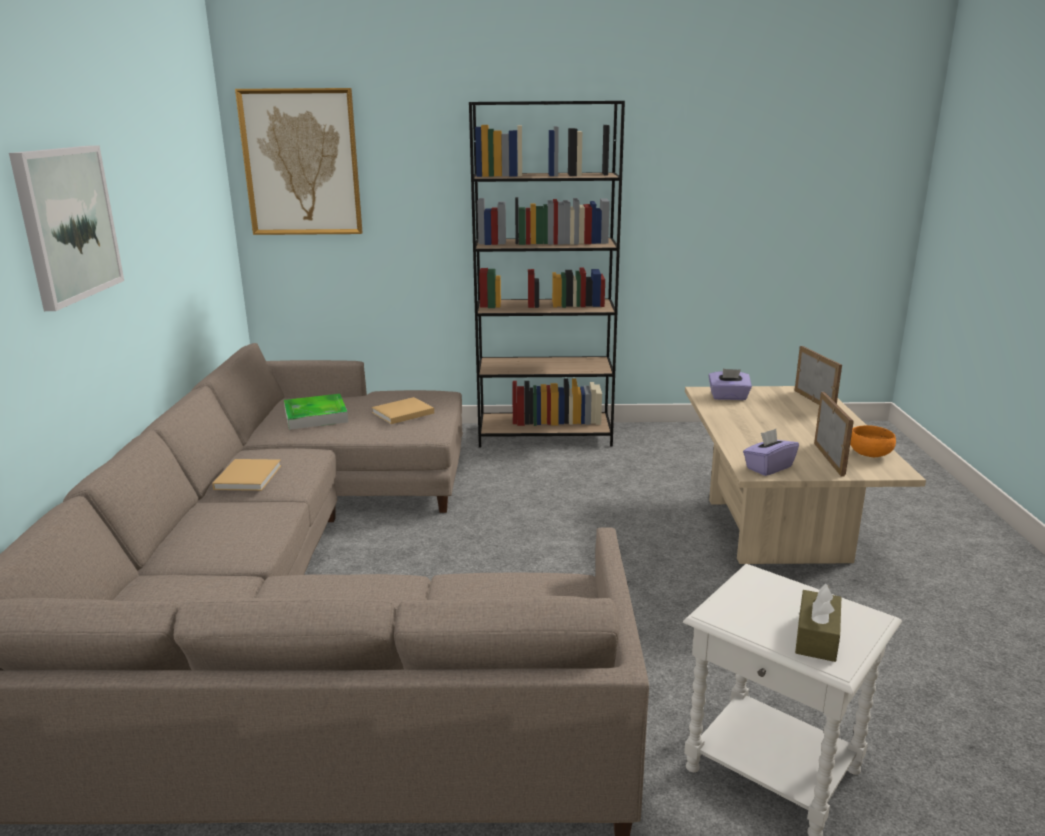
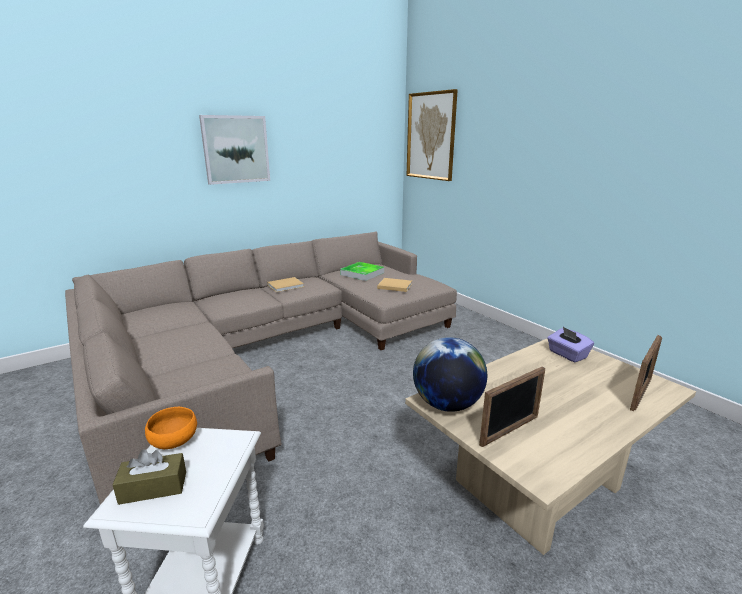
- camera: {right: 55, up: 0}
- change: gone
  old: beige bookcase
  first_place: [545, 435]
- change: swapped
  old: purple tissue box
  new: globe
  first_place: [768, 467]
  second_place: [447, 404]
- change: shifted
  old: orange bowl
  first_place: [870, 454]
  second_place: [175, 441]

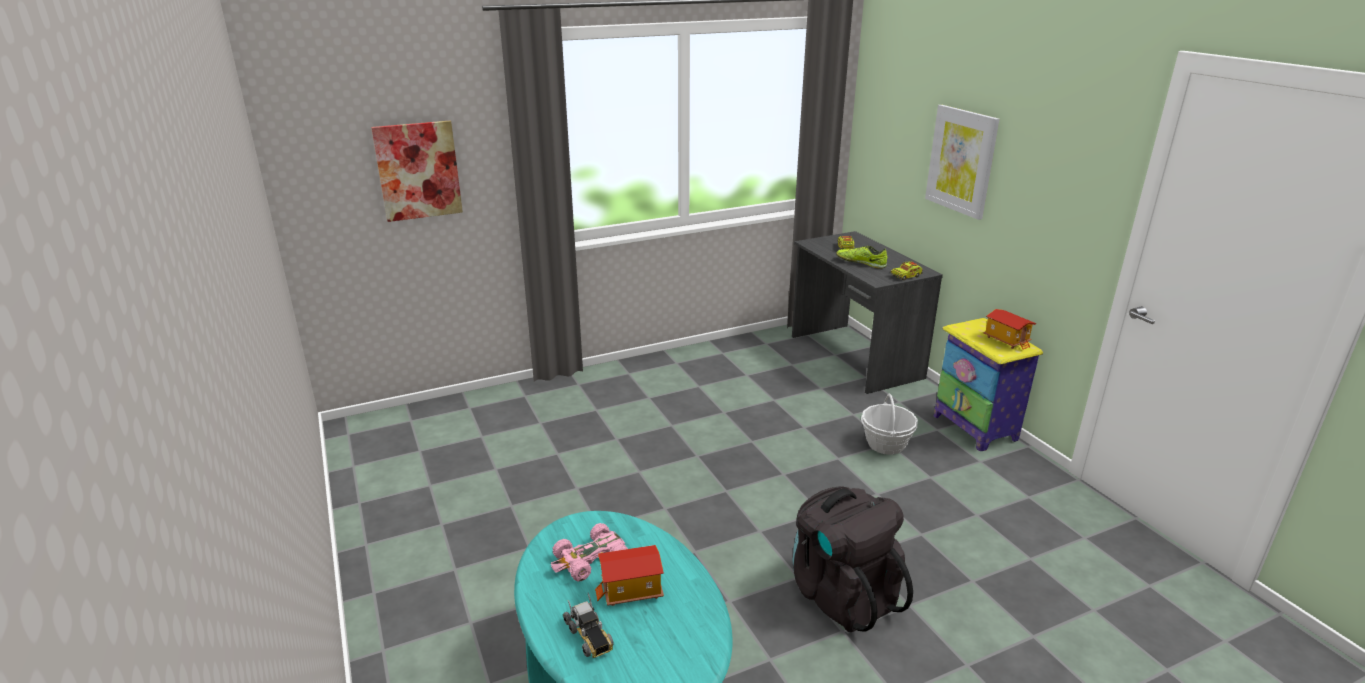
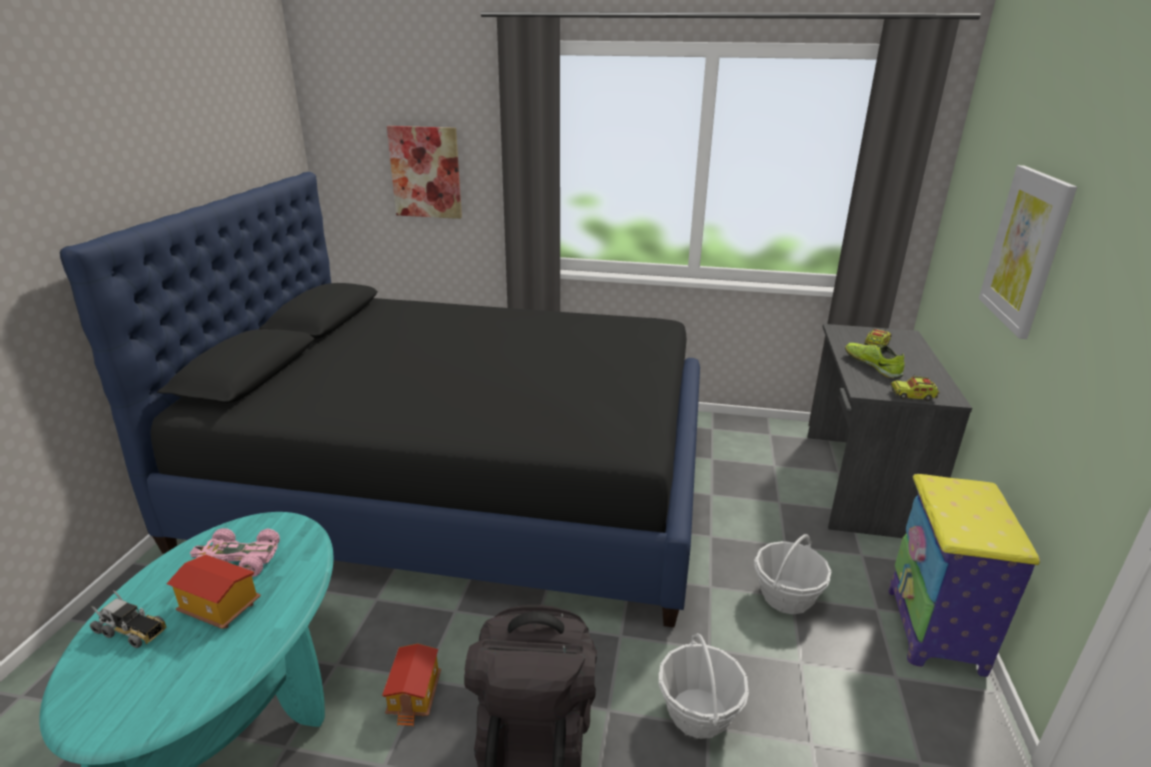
- camera: {right: 35, up: 0}
- change: rotated
  old: toy truck
  first_place: [589, 636]
  second_place: [132, 631]
  degrees: -75
- change: shifted
  old: toy house
  first_place: [1007, 340]
  second_place: [415, 696]
- change: new
  new: black bed
  second_place: [462, 480]
- change: new
  new: basket
  second_place: [698, 713]

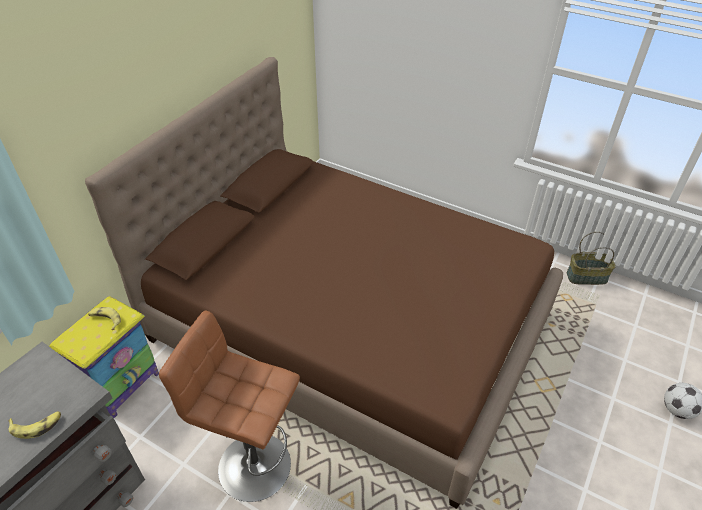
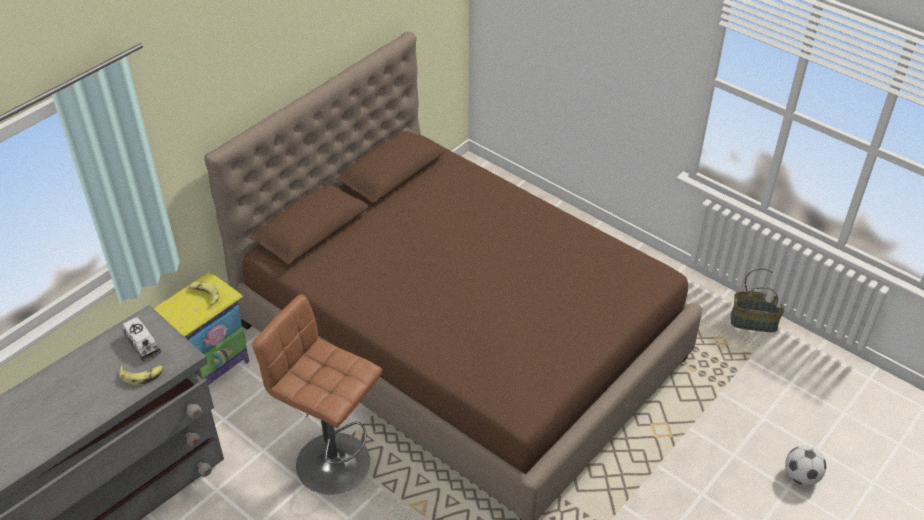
- camera: {right: 10, up: 0}
- change: new
  new: toy truck
  second_place: [143, 345]

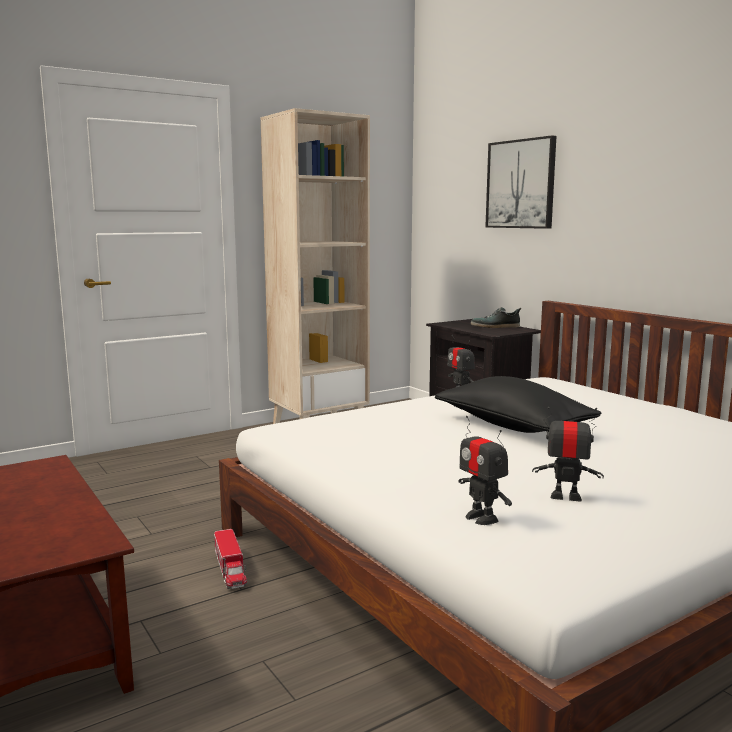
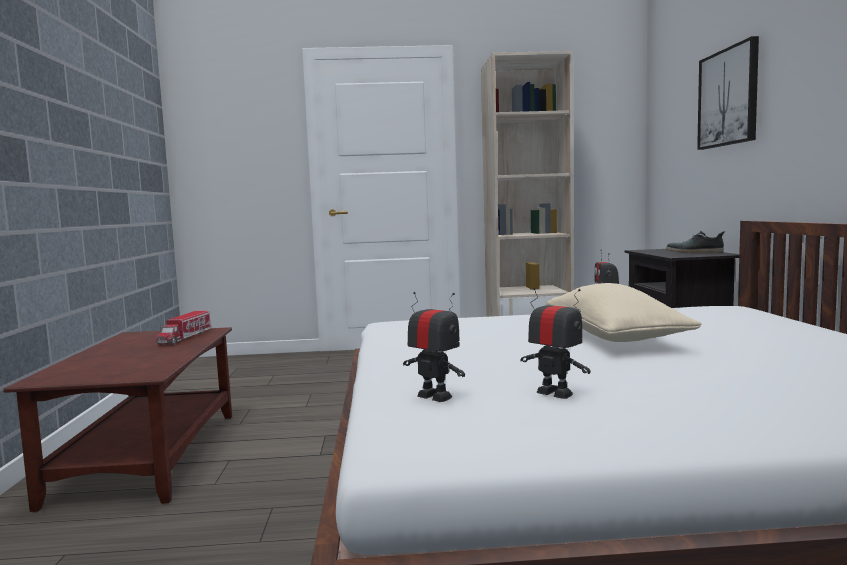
- camera: {right: 30, up: -5}
- change: shifted
  old: toy truck
  first_place: [230, 569]
  second_place: [185, 337]
- change: repainted
  old: black pillow
  new: beige pillow
  first_place: [513, 426]
  second_place: [614, 337]
- change: rotated
  old: toy robot
  first_place: [481, 518]
  second_place: [435, 397]
  degrees: 135

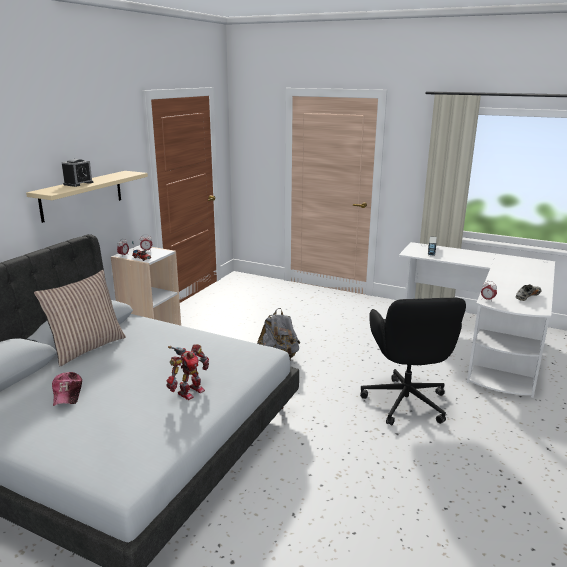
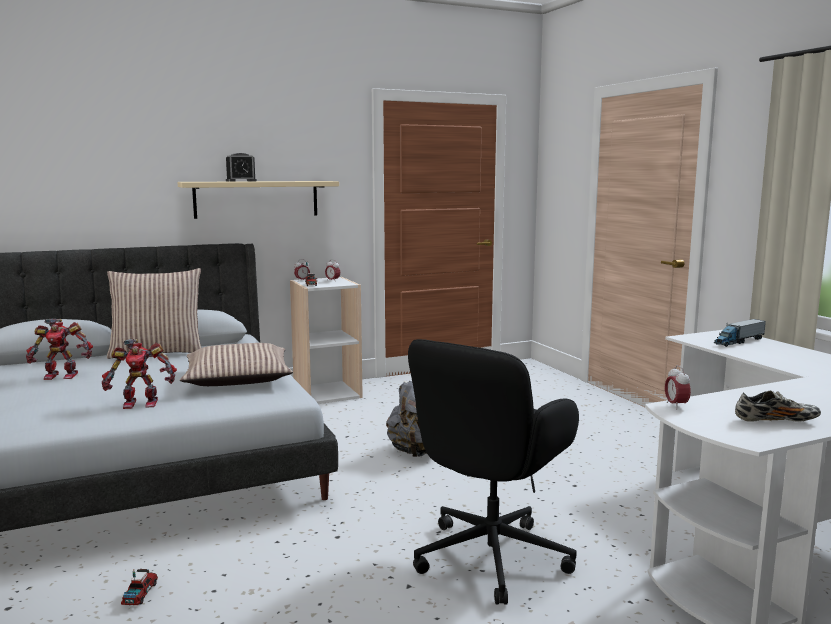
- camera: {right: 40, up: -10}
- change: swapped
  old: cap
  new: toy robot
  first_place: [67, 394]
  second_place: [62, 375]
- change: new
  new: toy truck
  second_place: [140, 594]
- change: new
  new: pillow
  second_place: [237, 379]

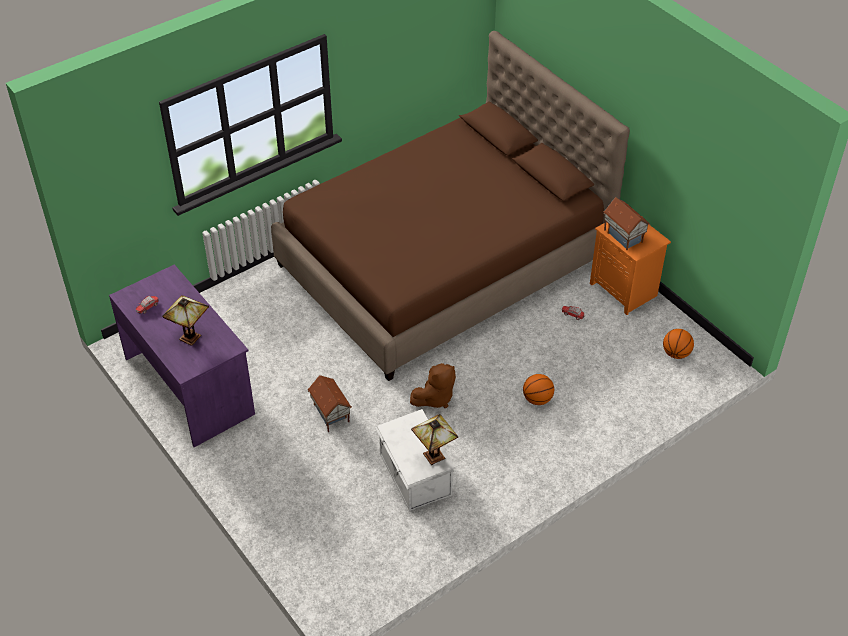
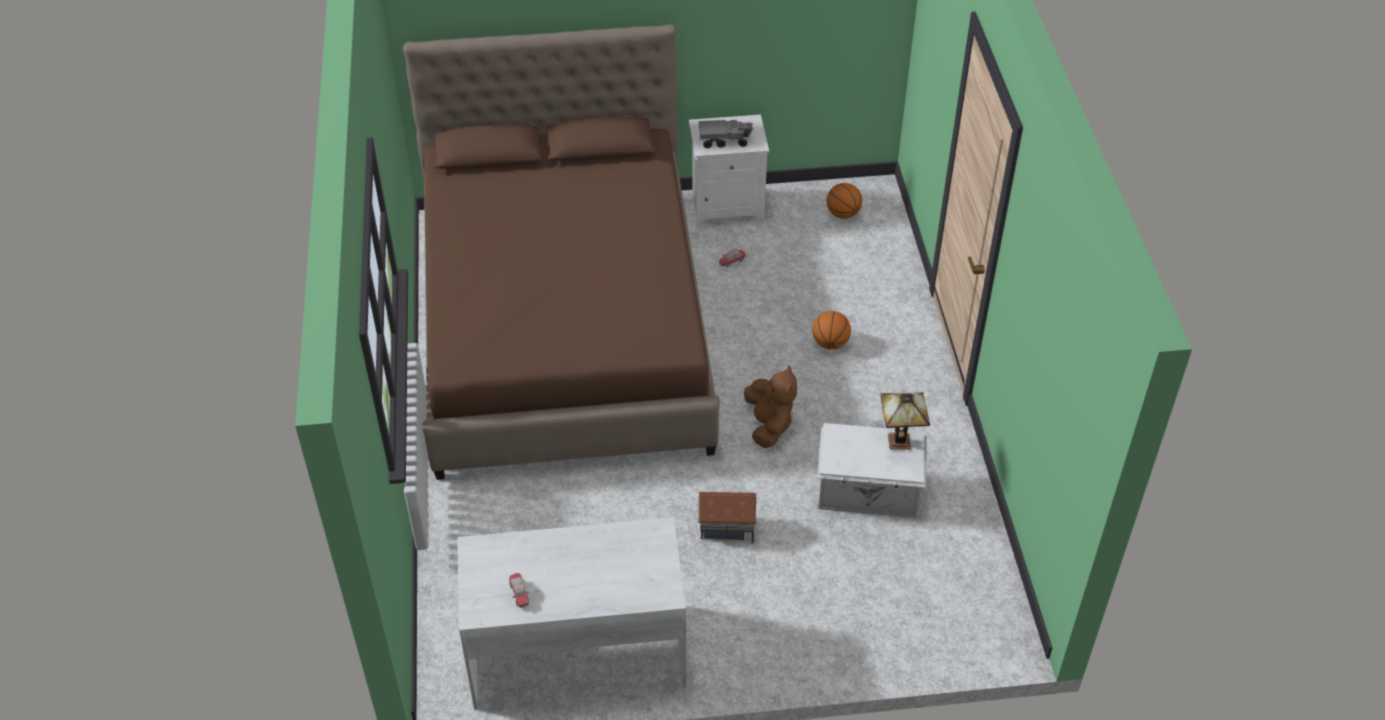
- camera: {right: -60, up: 0}
- change: repainted
  old: purple desk
  new: white desk
  first_place: [190, 385]
  second_place: [577, 653]
- change: gone
  old: table lamp
  first_place: [190, 336]
- change: repainted
  old: orange nightstand
  new: white nightstand
  first_place: [625, 290]
  second_place: [728, 207]
- change: swapped
  old: toy house
  new: toy truck
  first_place: [624, 235]
  second_place: [724, 141]

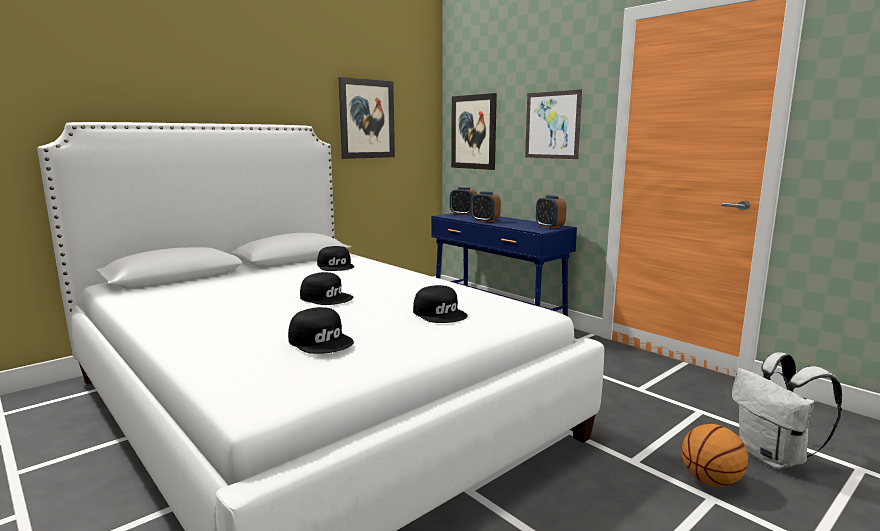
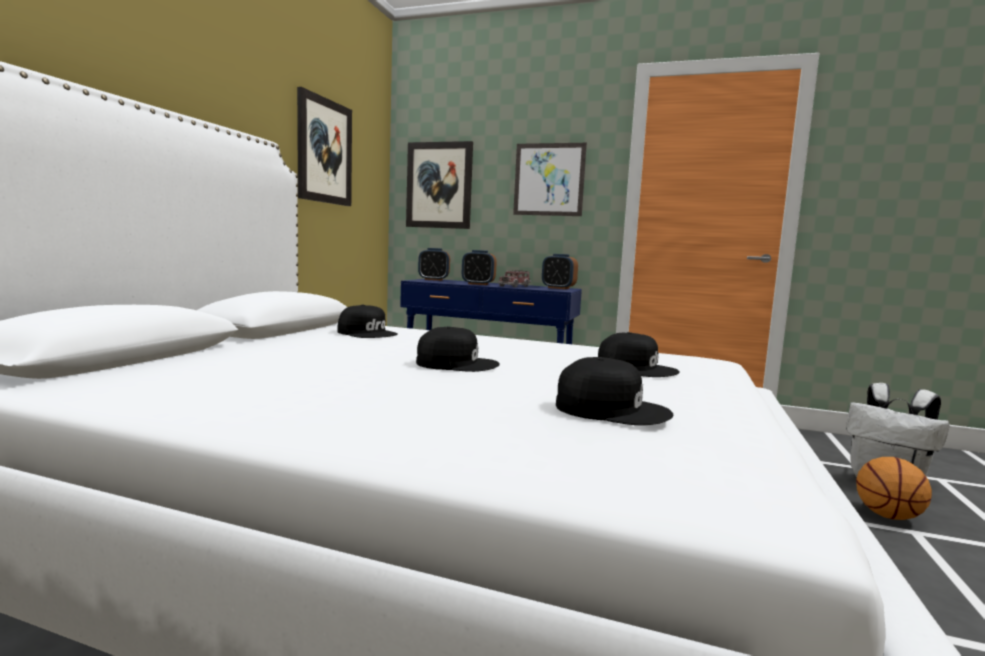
- camera: {right: -30, up: -5}
- change: new
  new: toy truck
  second_place: [514, 286]

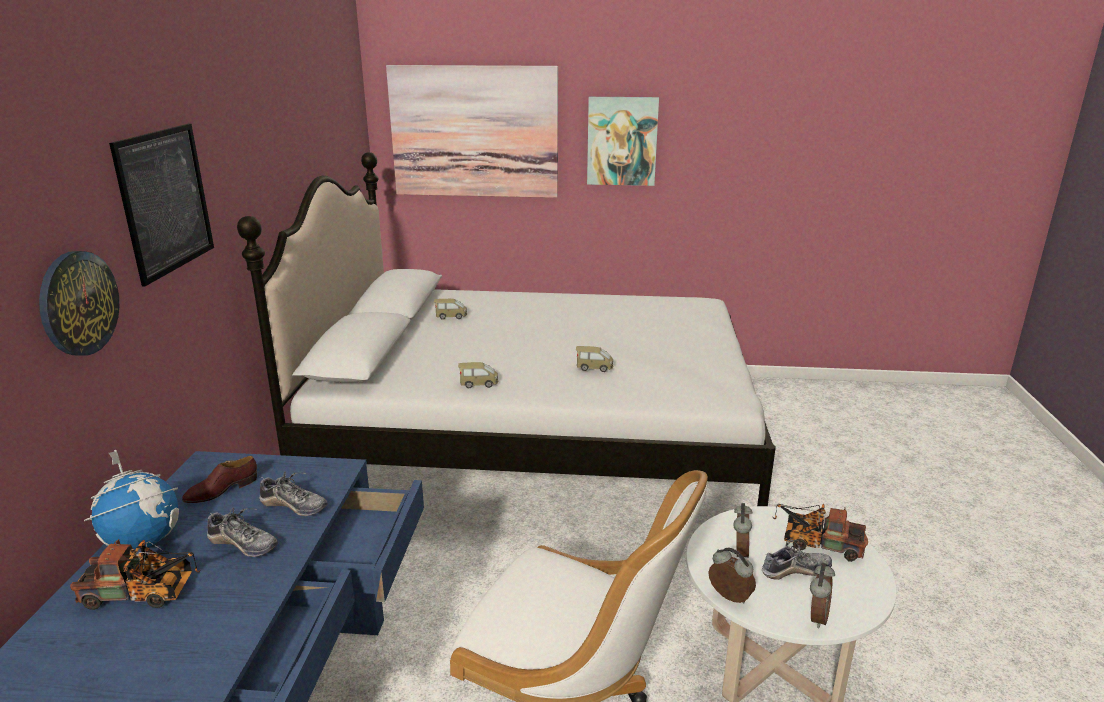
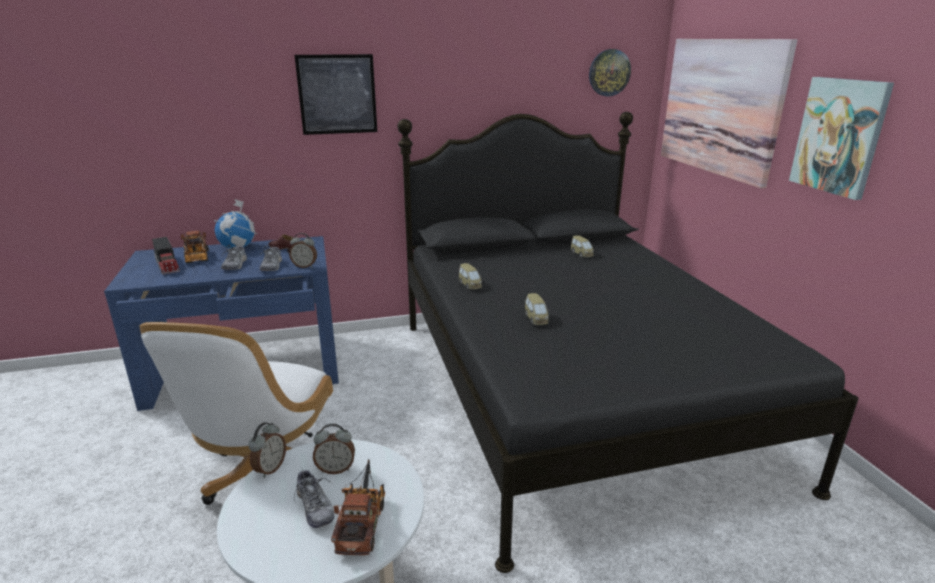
- camera: {right: 70, up: 0}
- change: shifted
  old: wall clock
  first_place: [78, 303]
  second_place: [609, 72]
- change: repainted
  old: white bed
  new: black bed
  first_place: [538, 451]
  second_place: [571, 394]
- change: shifted
  old: alarm clock
  first_place: [816, 617]
  second_place: [305, 266]
- change: new
  new: toy truck
  second_place: [167, 265]

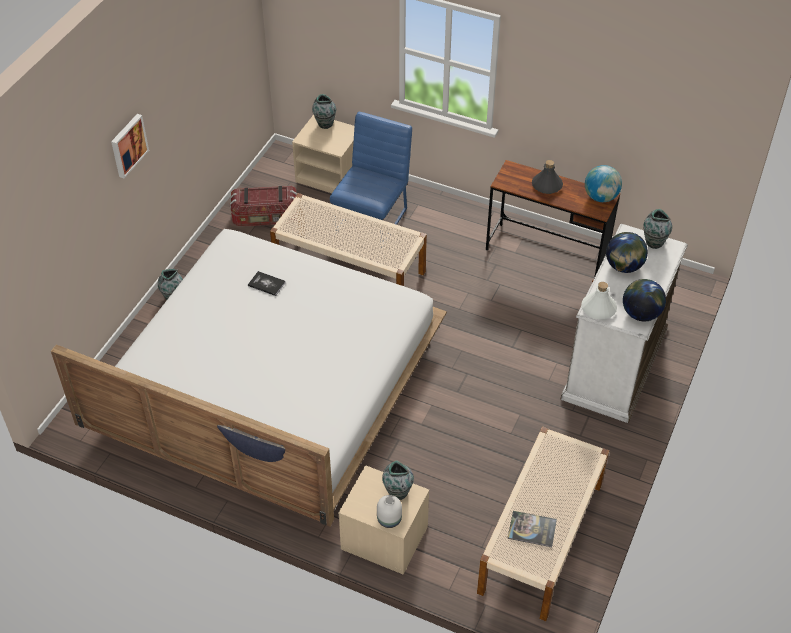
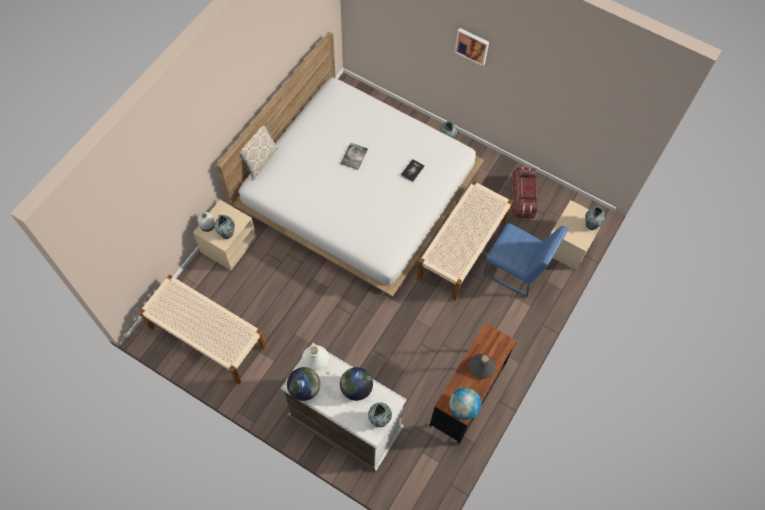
- camera: {right: 95, up: 15}
- change: shifted
  old: book
  first_place: [532, 529]
  second_place: [354, 156]

